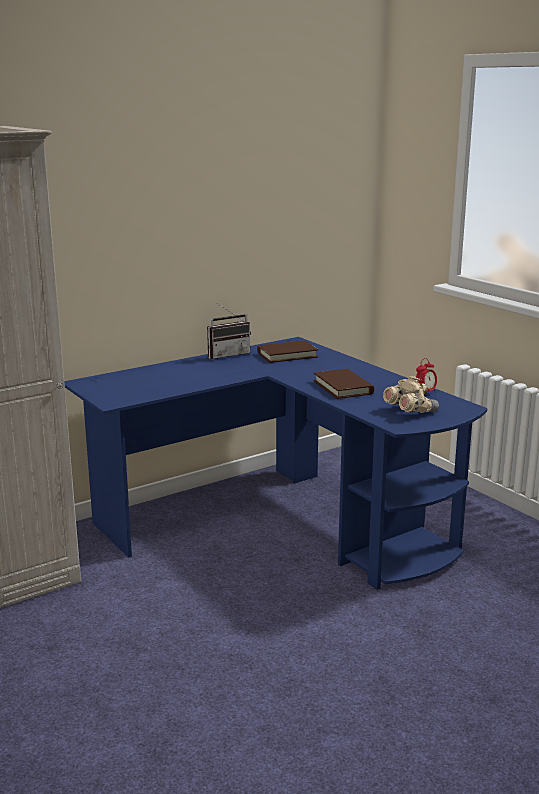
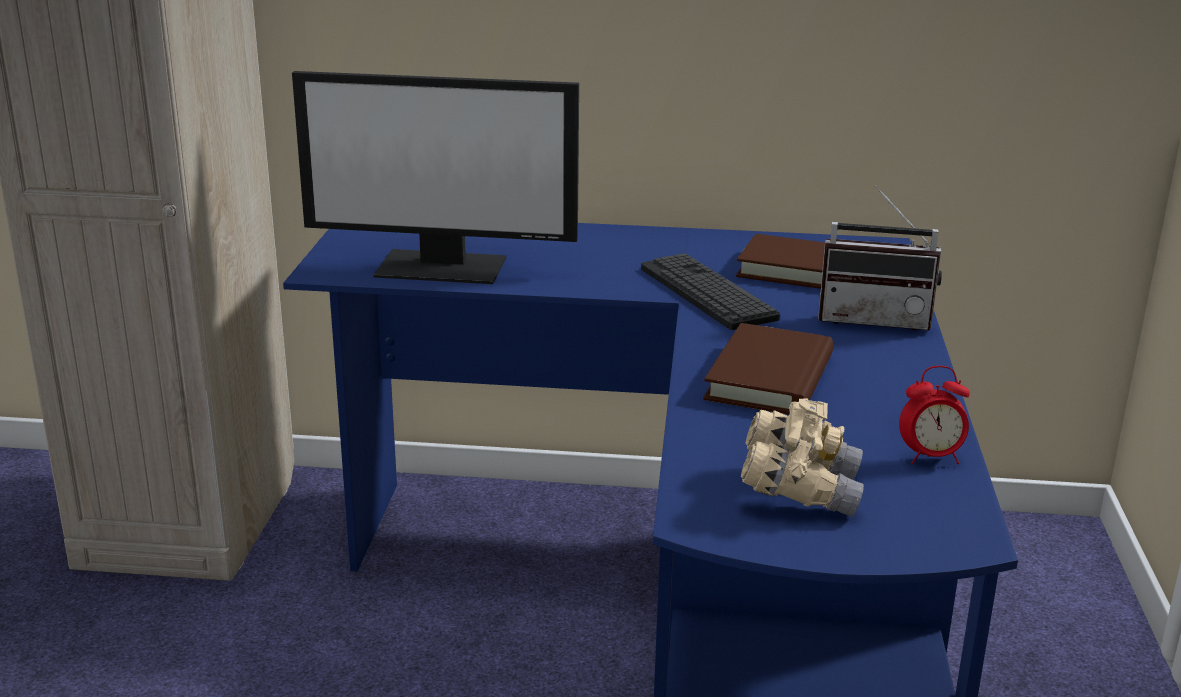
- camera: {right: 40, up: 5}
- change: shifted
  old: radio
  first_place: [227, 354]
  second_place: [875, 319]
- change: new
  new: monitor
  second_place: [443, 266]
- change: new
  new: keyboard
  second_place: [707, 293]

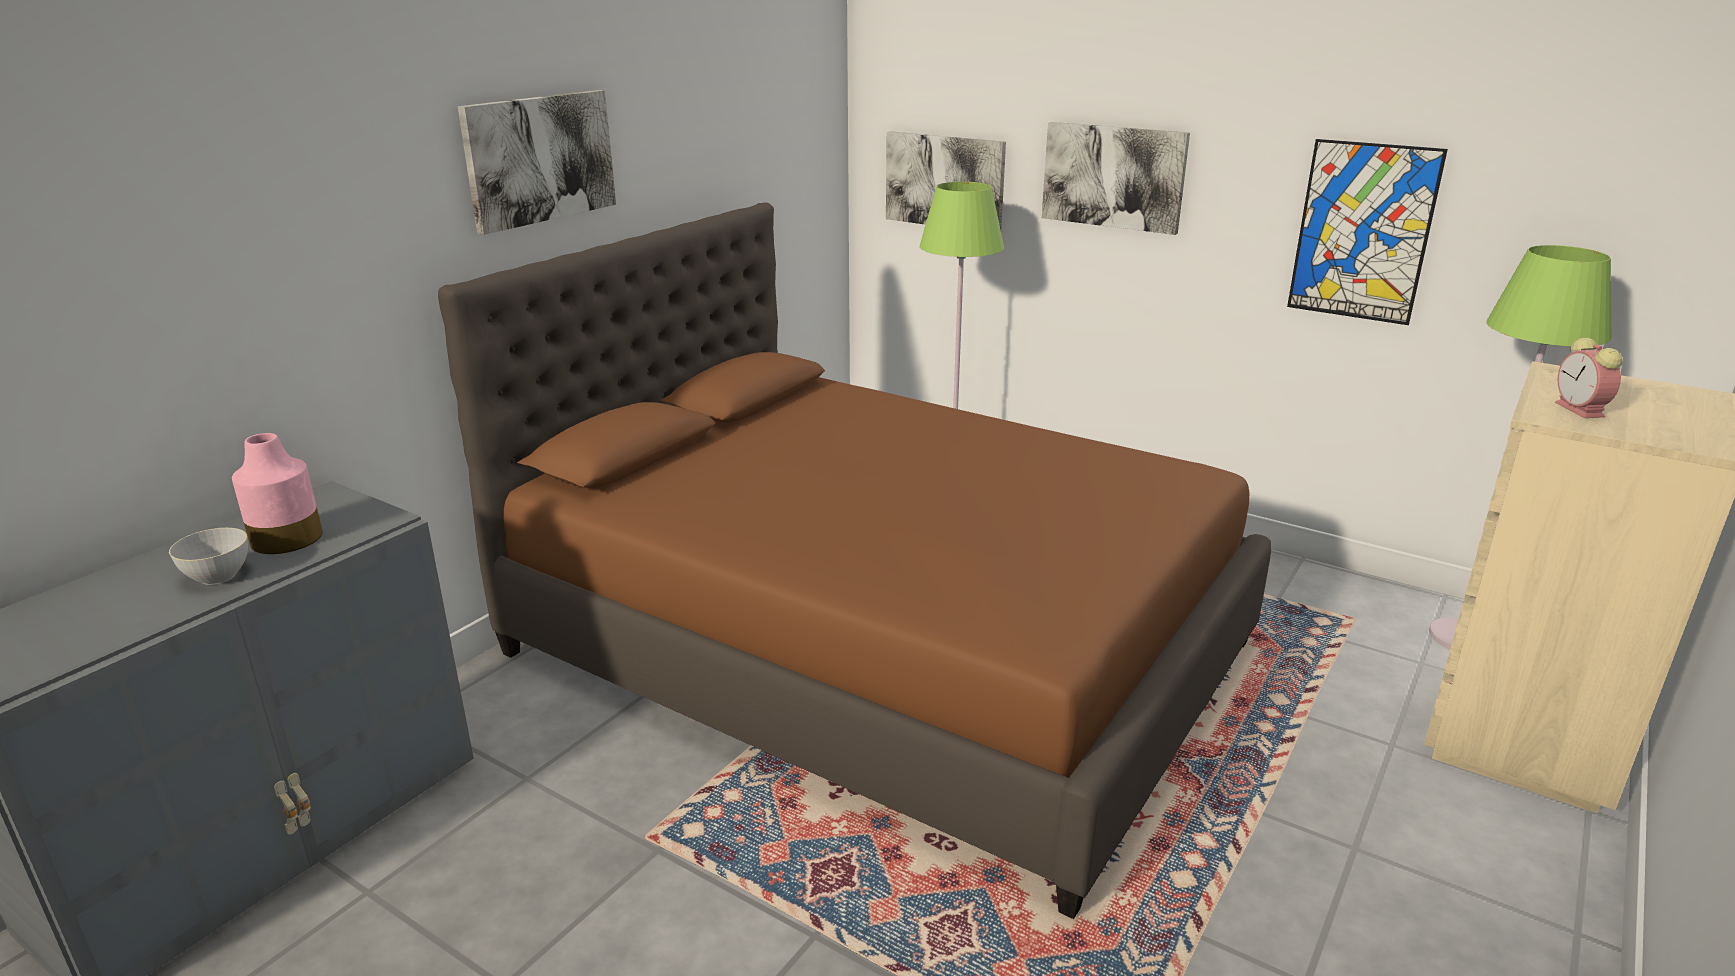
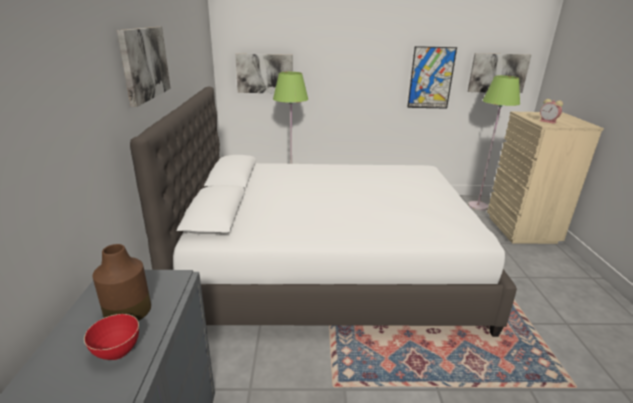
- camera: {right: -35, up: 0}
- change: repainted
  old: grey bowl
  new: red bowl
  first_place: [218, 576]
  second_place: [117, 351]
- change: repainted
  old: pink vase
  new: brown vase
  first_place: [286, 538]
  second_place: [127, 310]
- change: repainted
  old: brown bed
  new: white bed
  first_place: [876, 647]
  second_place: [328, 268]
- change: shifted
  old: picture
  first_place: [1113, 176]
  second_place: [498, 73]

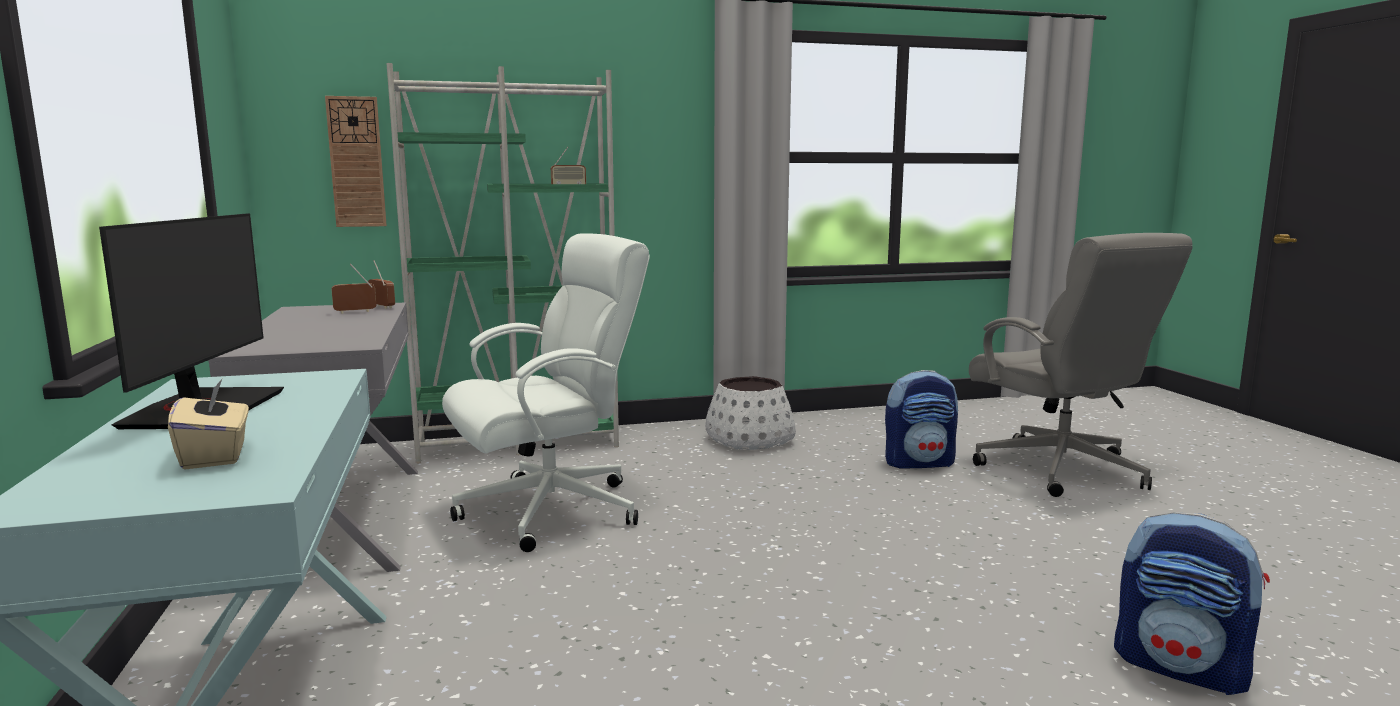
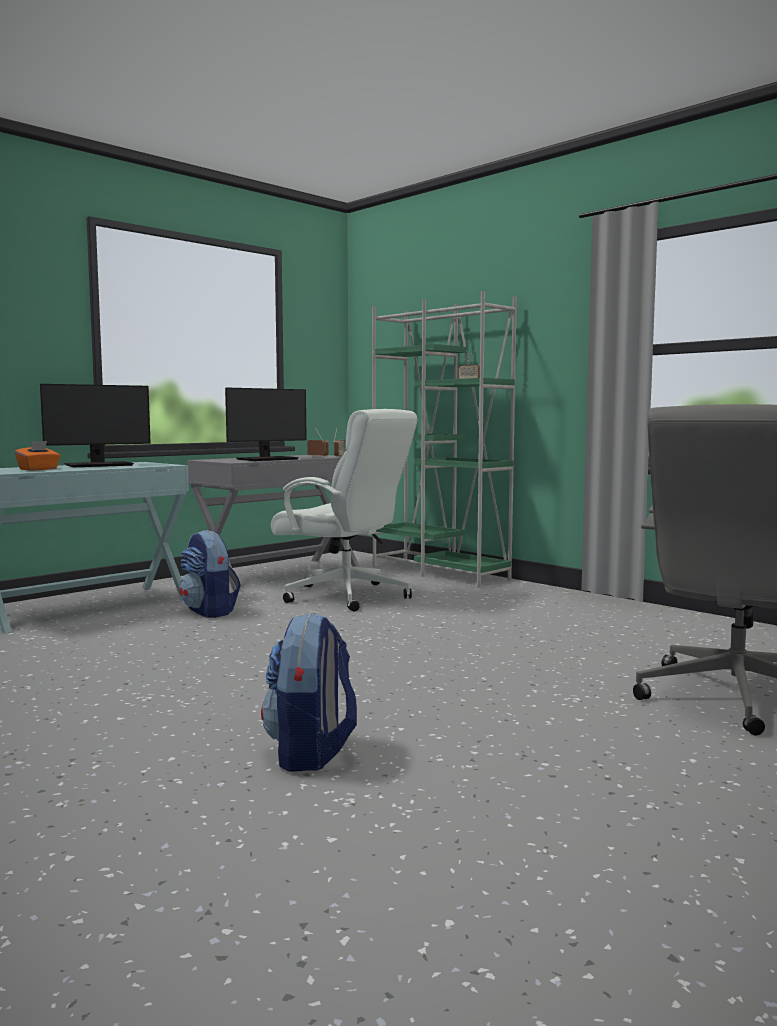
- camera: {right: 60, up: -5}
- change: repainted
  old: beige tissue box
  new: orange tissue box
  first_place: [215, 456]
  second_place: [38, 469]
- change: gone
  old: wall clock
  first_place: [356, 162]
- change: gone
  old: white planter
  first_place: [749, 440]
- change: shifted
  old: backpack
  first_place: [919, 463]
  second_place: [209, 612]
- change: new
  new: monitor
  second_place: [267, 459]

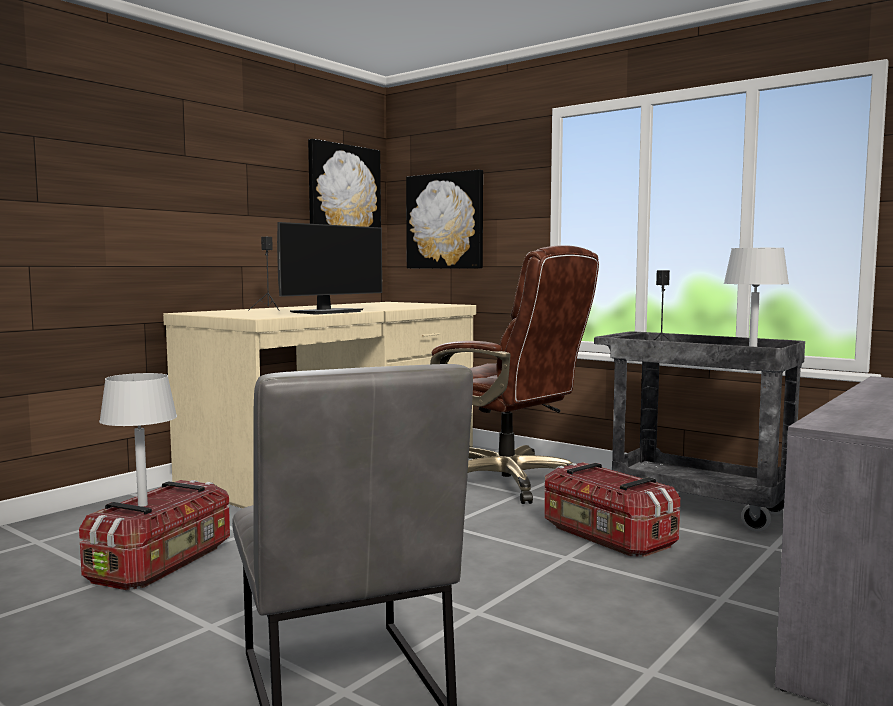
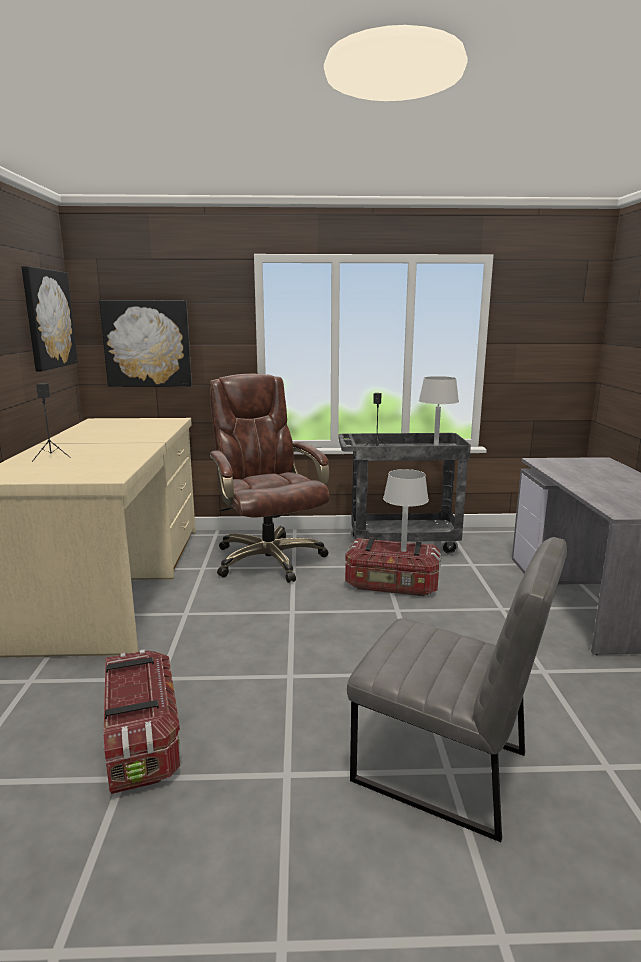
- camera: {right: -40, up: 10}
- change: shifted
  old: grey table lamp
  first_place: [143, 505]
  second_place: [403, 550]
- change: gone
  old: monitor
  first_place: [328, 312]
- change: rotated
  old: brown office chair
  first_place: [506, 481]
  second_place: [268, 559]
  degrees: -120

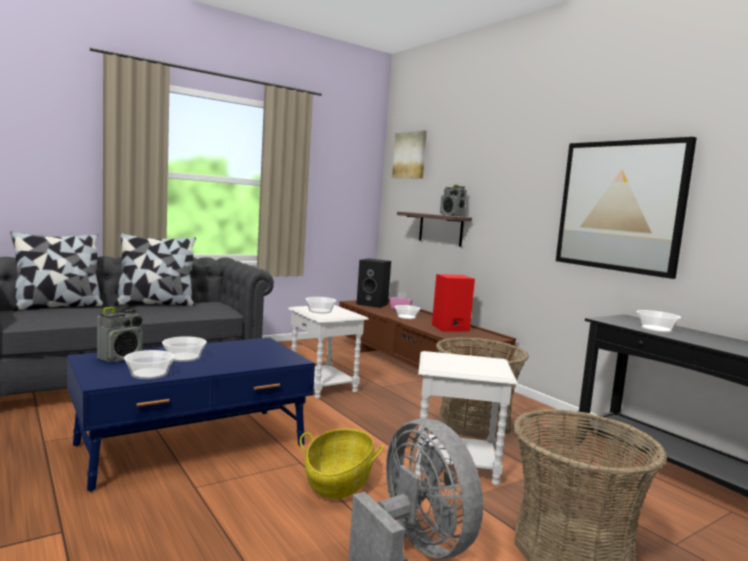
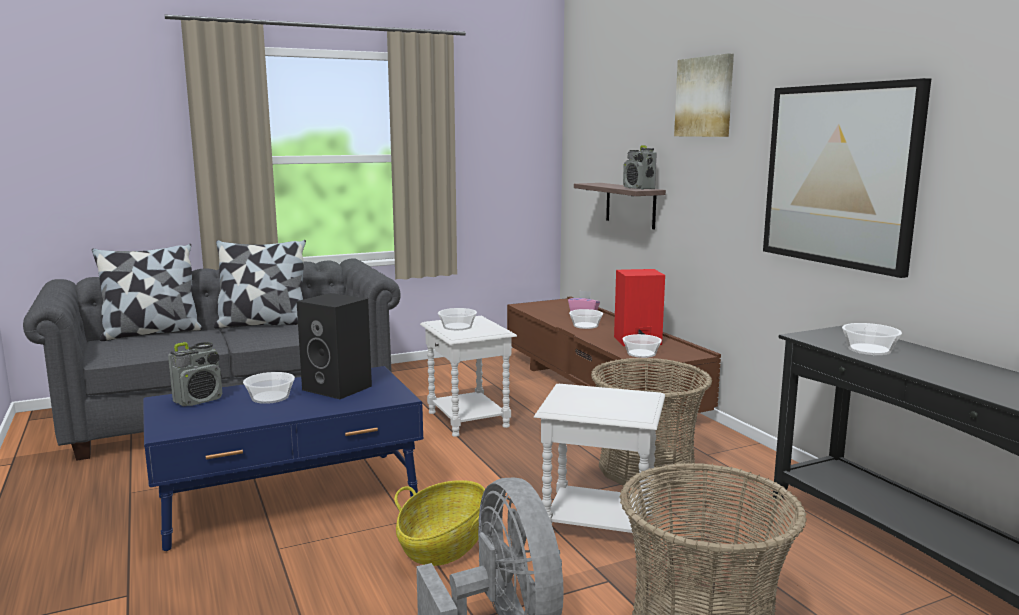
- camera: {right: 10, up: 5}
- change: shifted
  old: bowl
  first_place: [148, 373]
  second_place: [640, 353]
- change: shifted
  old: black speaker
  first_place: [373, 304]
  second_place: [339, 388]
- change: shifted
  old: picture
  first_place: [410, 155]
  second_place: [705, 97]

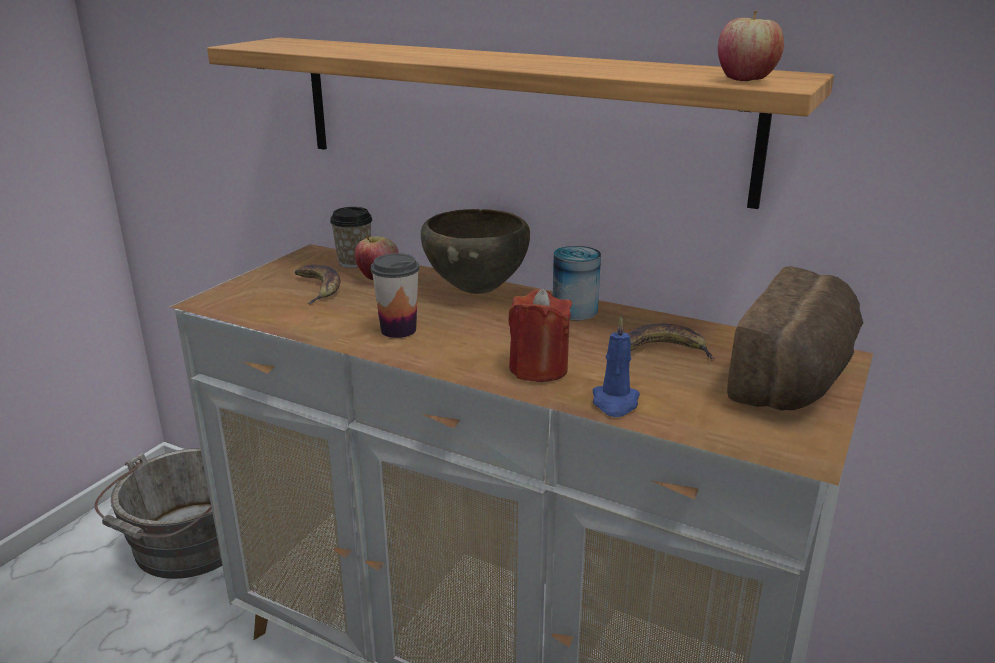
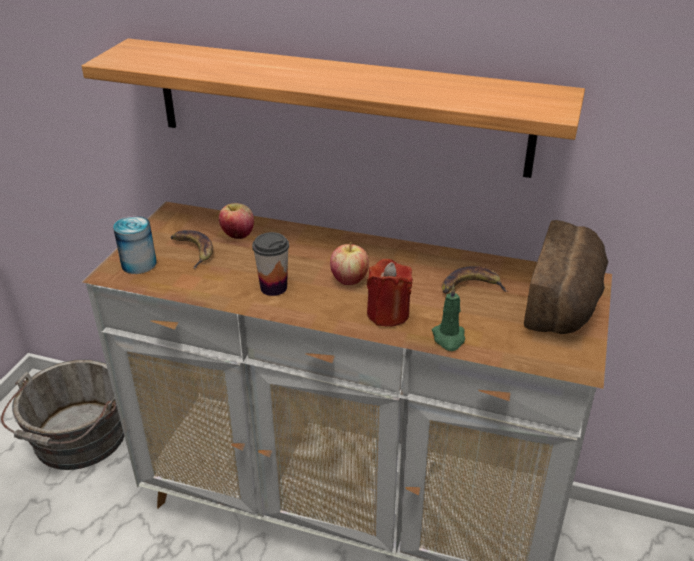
- camera: {right: -10, up: 10}
- change: gone
  old: cup
  first_place: [354, 262]
- change: gone
  old: brown bowl
  first_place: [477, 291]
- change: shifted
  old: can
  first_place: [574, 310]
  second_place: [139, 264]
- change: repainted
  old: blue candle
  new: green candle
  first_place: [615, 403]
  second_place: [449, 338]
- change: shifted
  old: apple
  first_place: [746, 80]
  second_place: [349, 279]

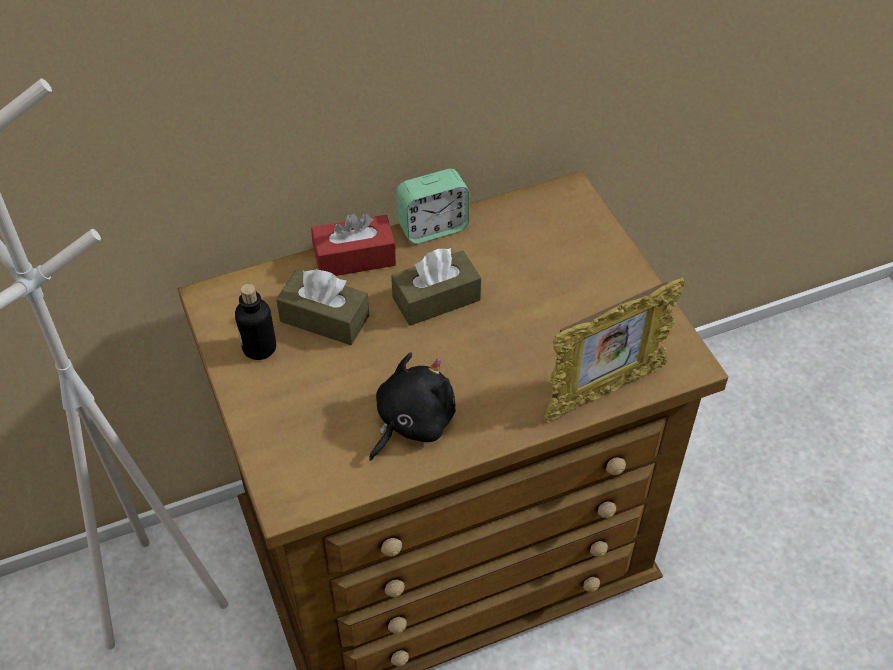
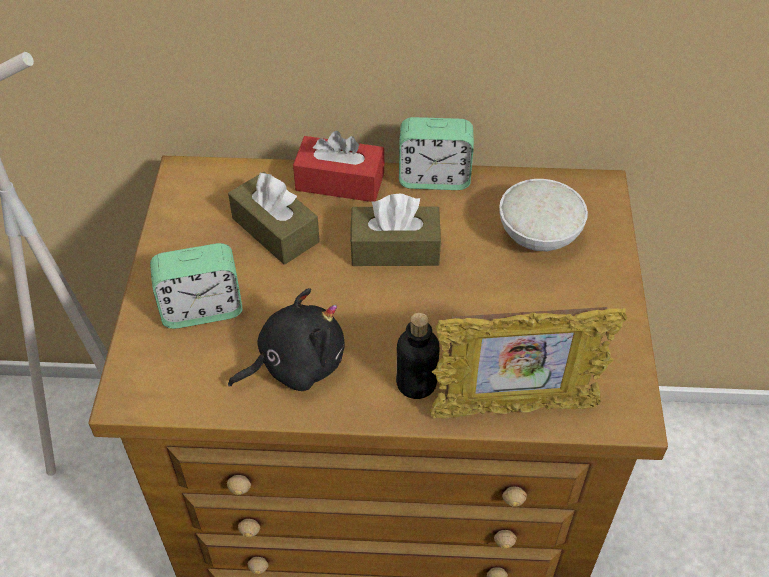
- camera: {right: 25, up: 0}
- change: shifted
  old: bottle
  first_place: [259, 348]
  second_place: [416, 383]
- change: new
  new: alarm clock
  second_place: [202, 309]
- change: new
  new: white bowl
  second_place: [538, 234]

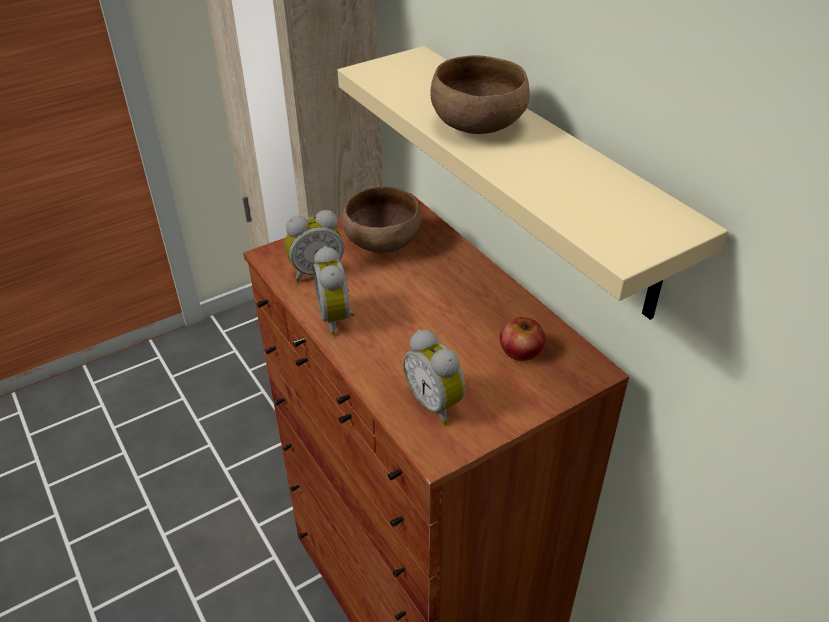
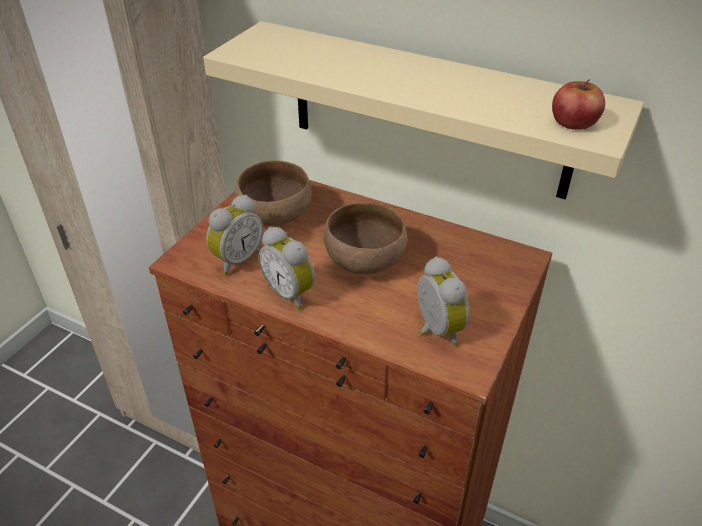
- camera: {right: -30, up: 0}
- change: rotated
  old: alarm clock
  first_place: [436, 403]
  second_place: [435, 330]
  degrees: -135
- change: shifted
  old: brown bowl
  first_place: [480, 126]
  second_place: [366, 260]
- change: shifted
  old: apple
  first_place: [521, 350]
  second_place: [574, 121]

